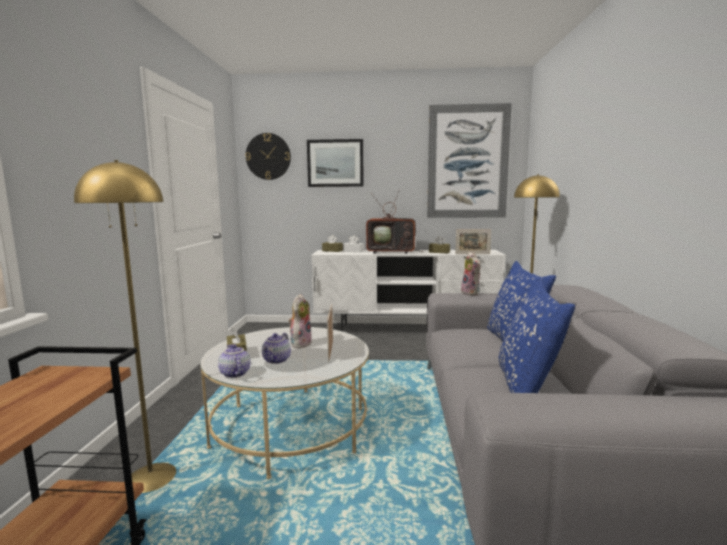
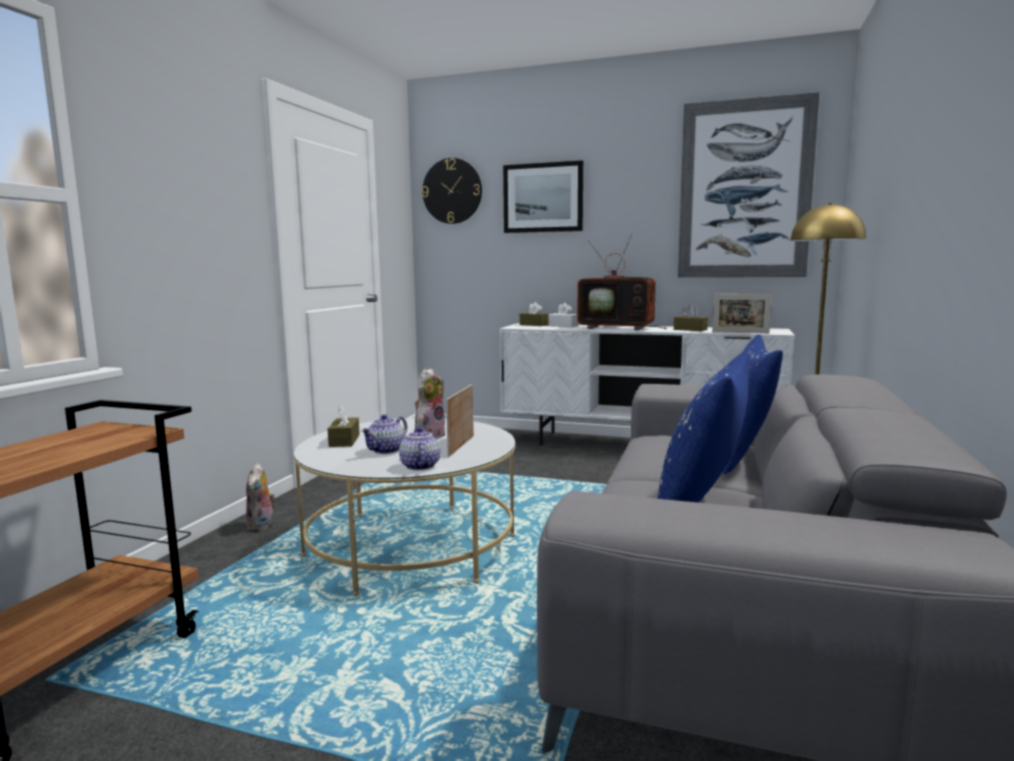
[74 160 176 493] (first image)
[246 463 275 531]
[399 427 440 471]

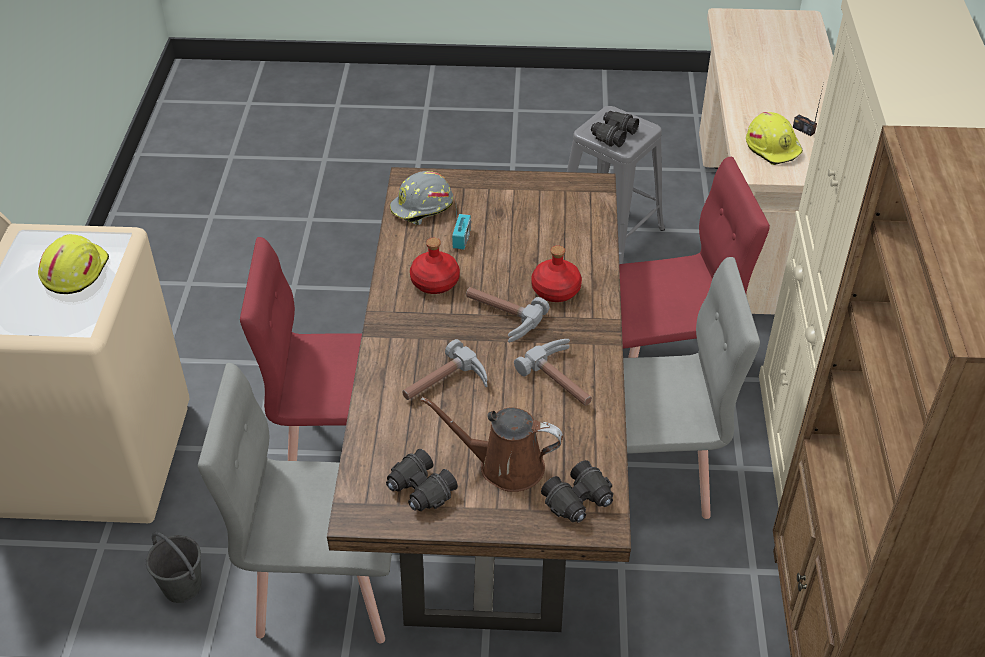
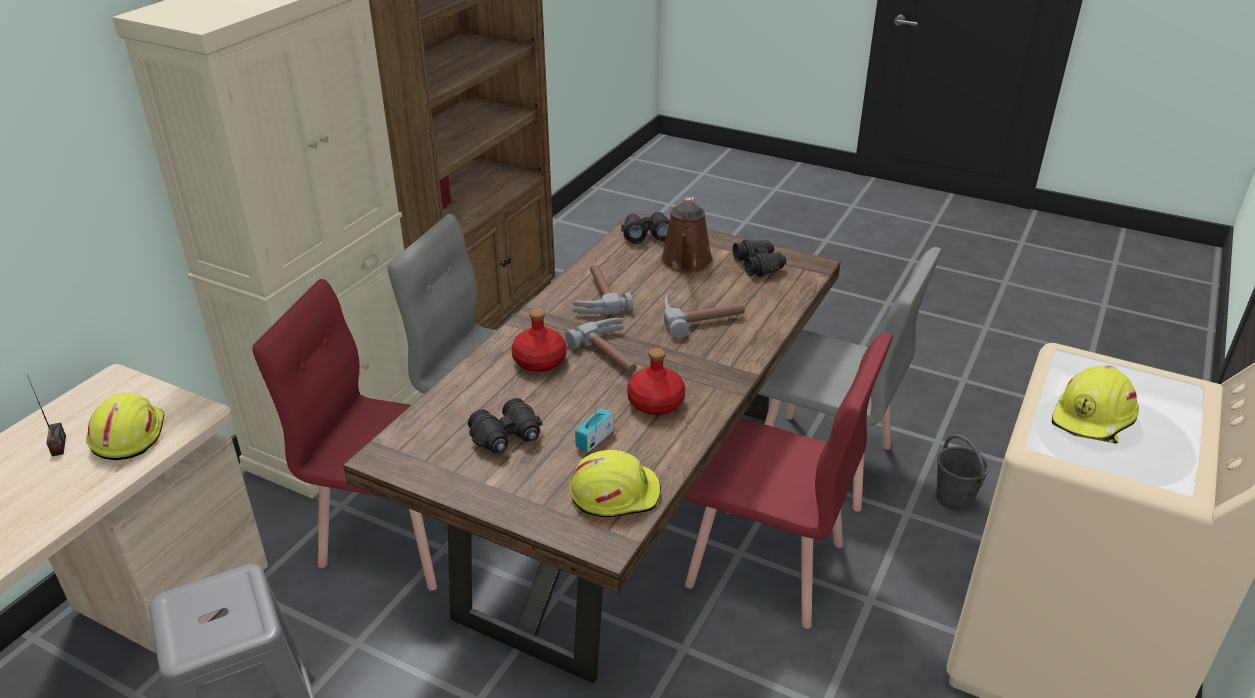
[468 398 542 453]
[570 450 662 518]
[661 197 713 273]

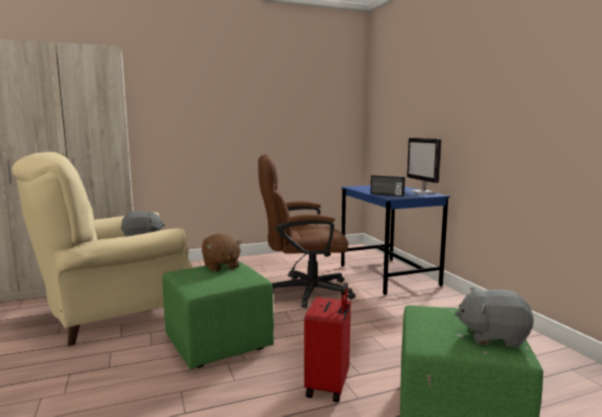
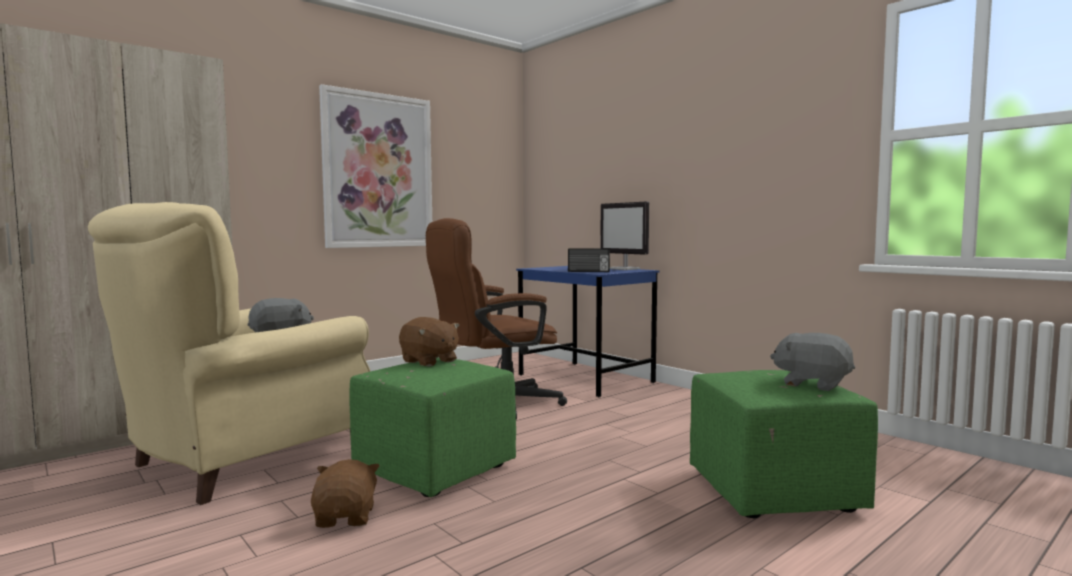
[304 283 351 403] (first image)
[770 333 855 391]
[319 84 432 248]
[311 459 380 528]

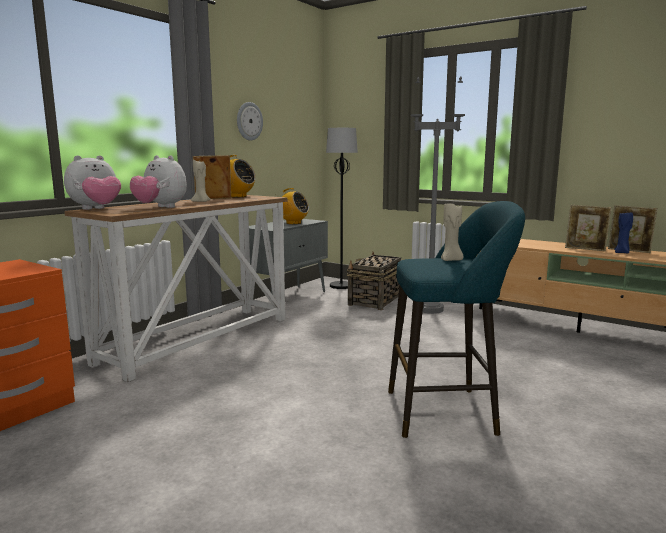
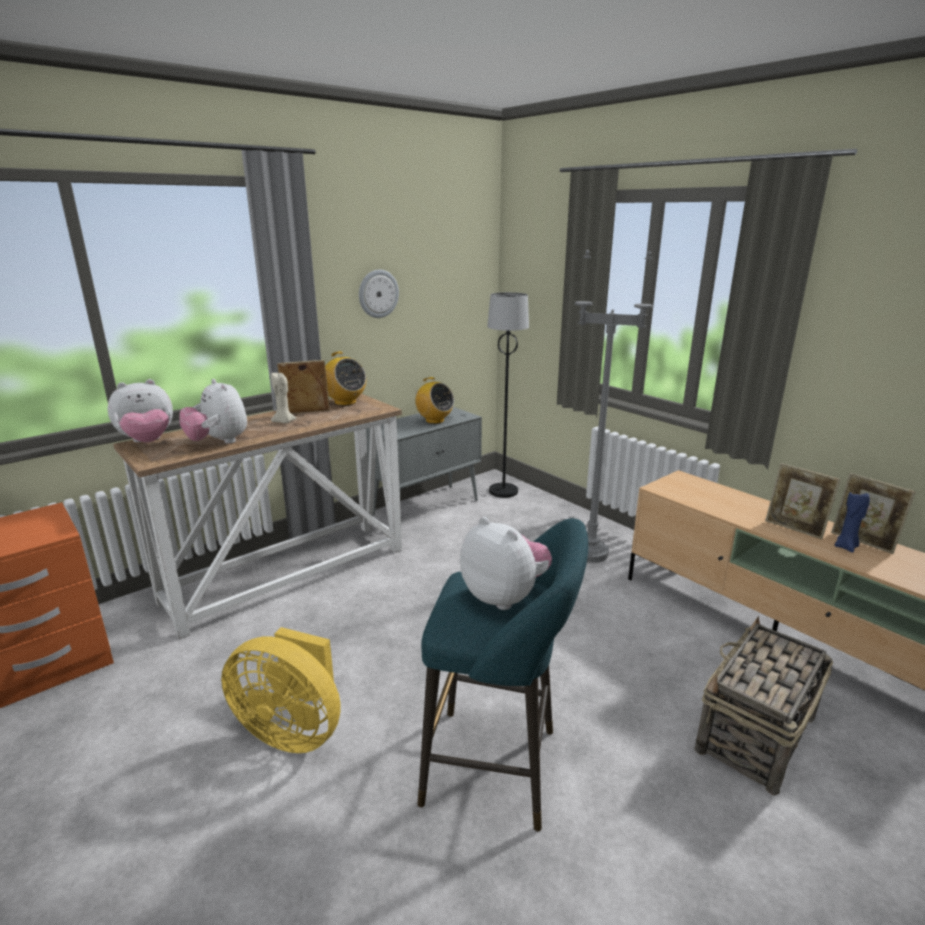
[460 517 552 610]
[695 616 833 795]
[221 627 341 753]

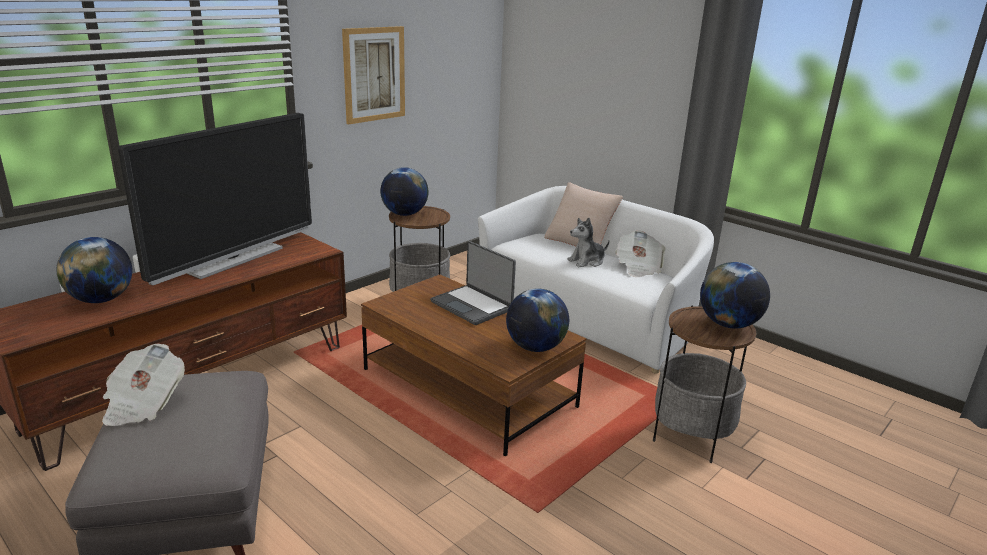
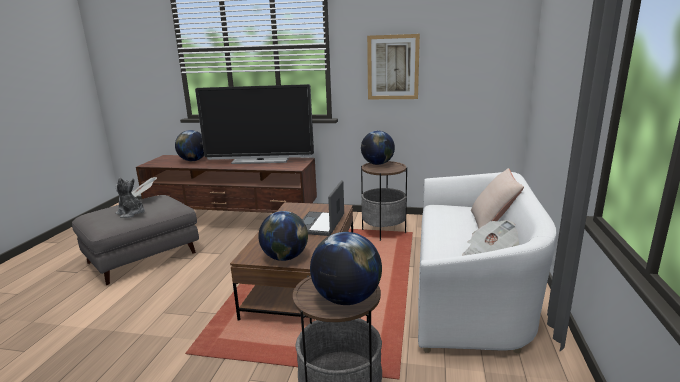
[116 177 145 218]

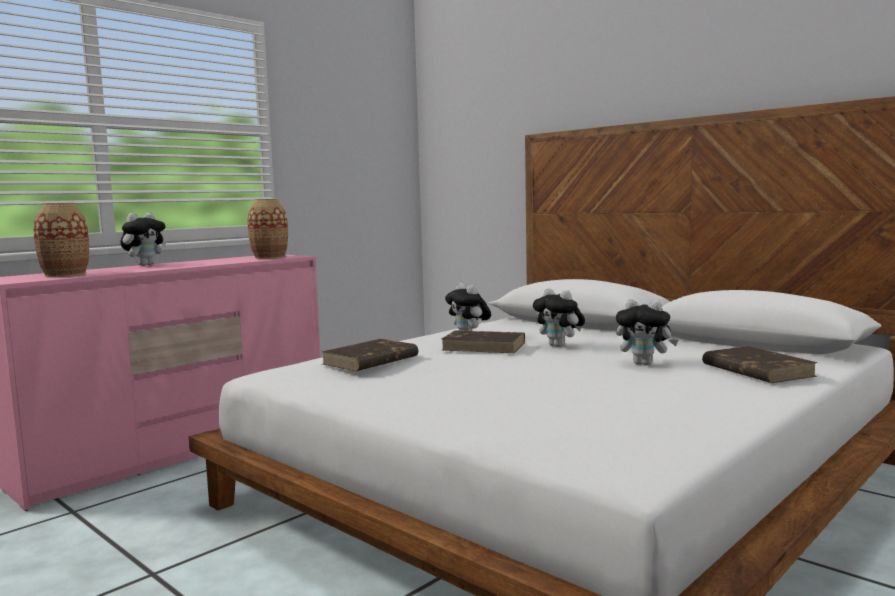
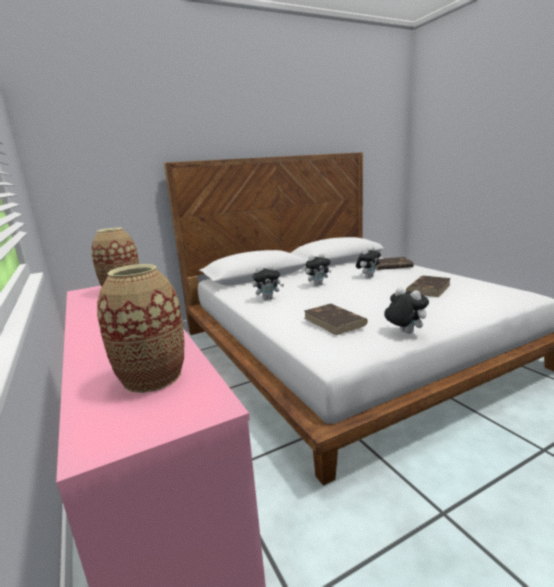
[384 287 429 334]
[406 275 451 297]

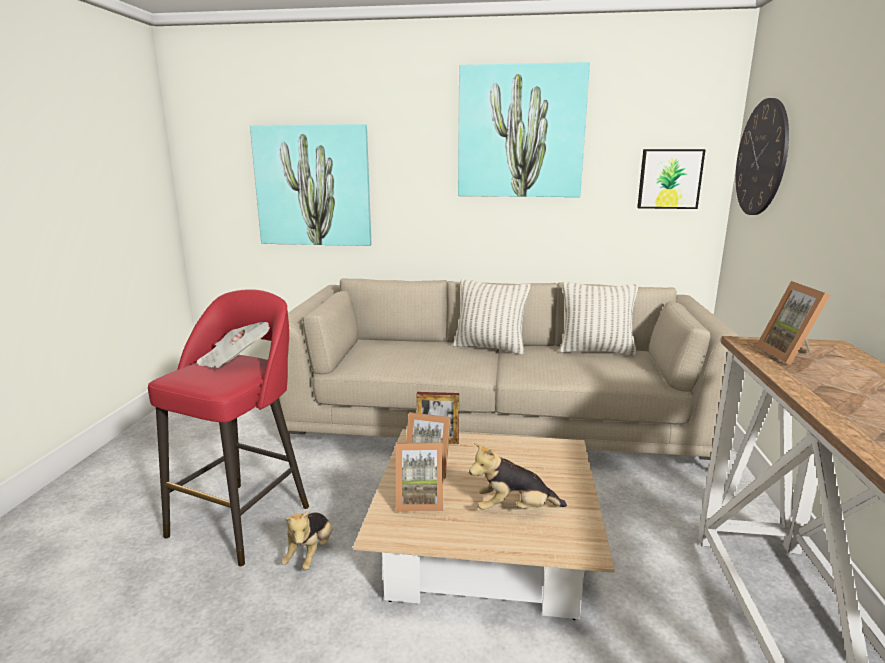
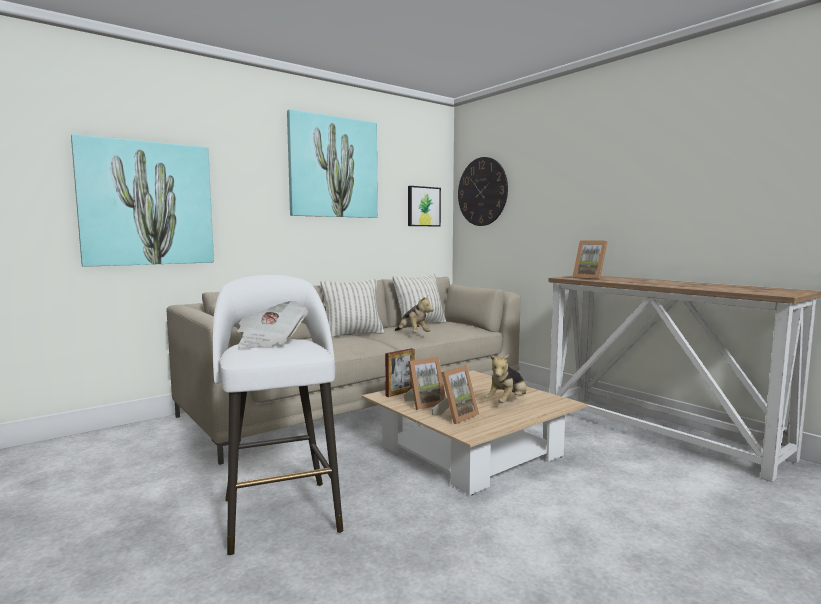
[213 275 343 556]
[395 296 434 333]

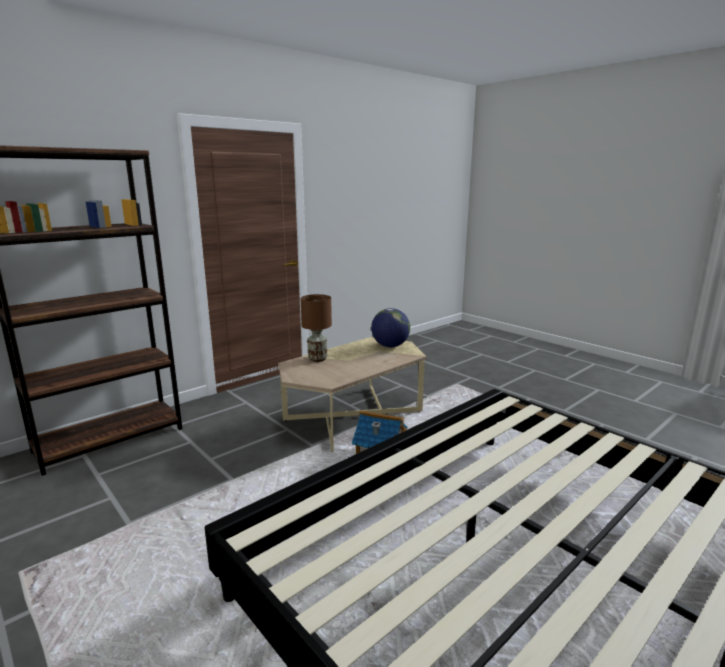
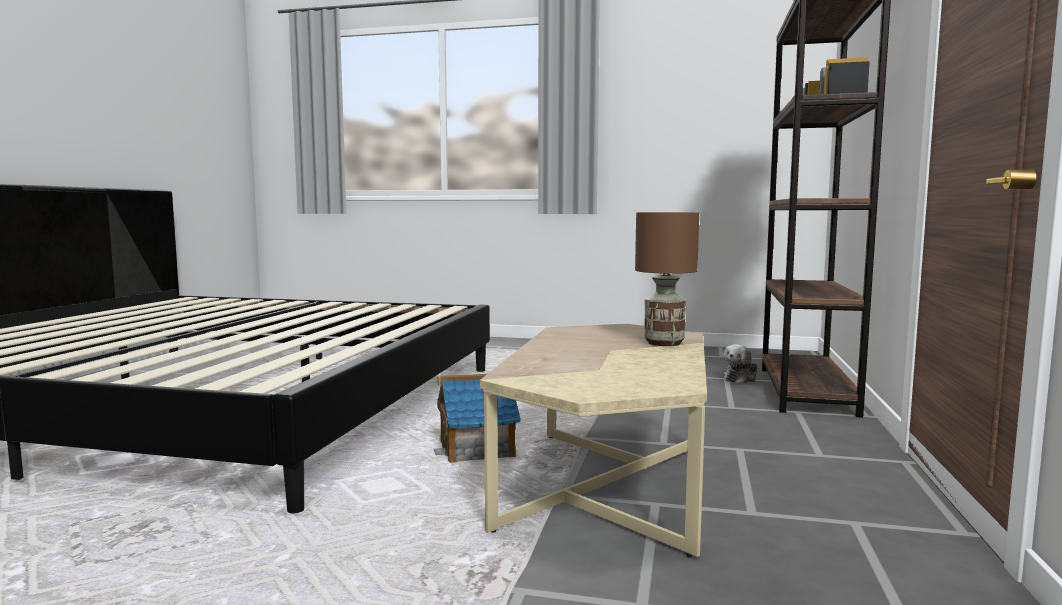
[371 308 410 347] (first image)
[723 344 758 384]

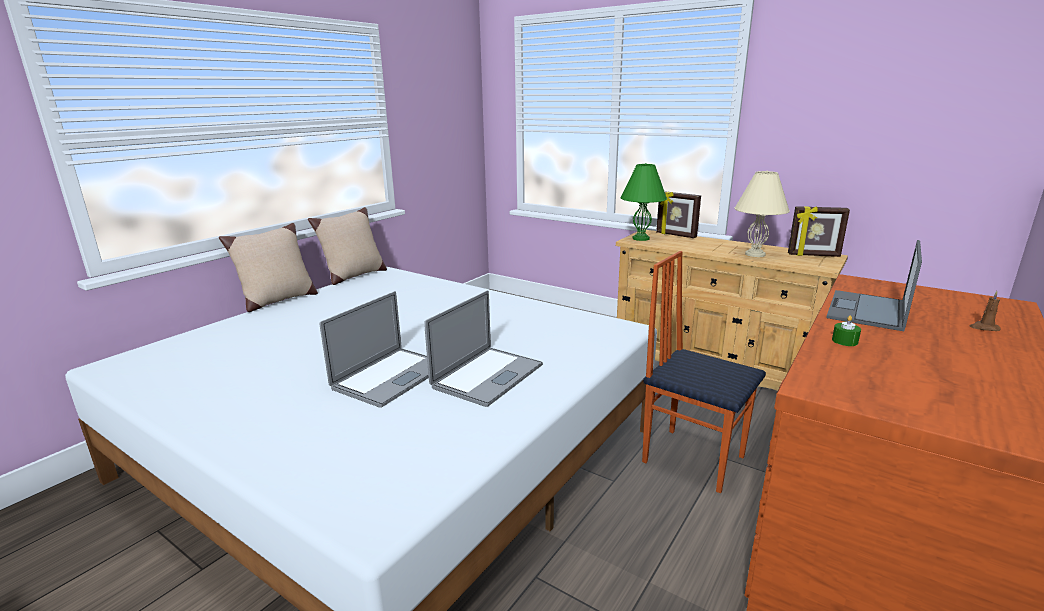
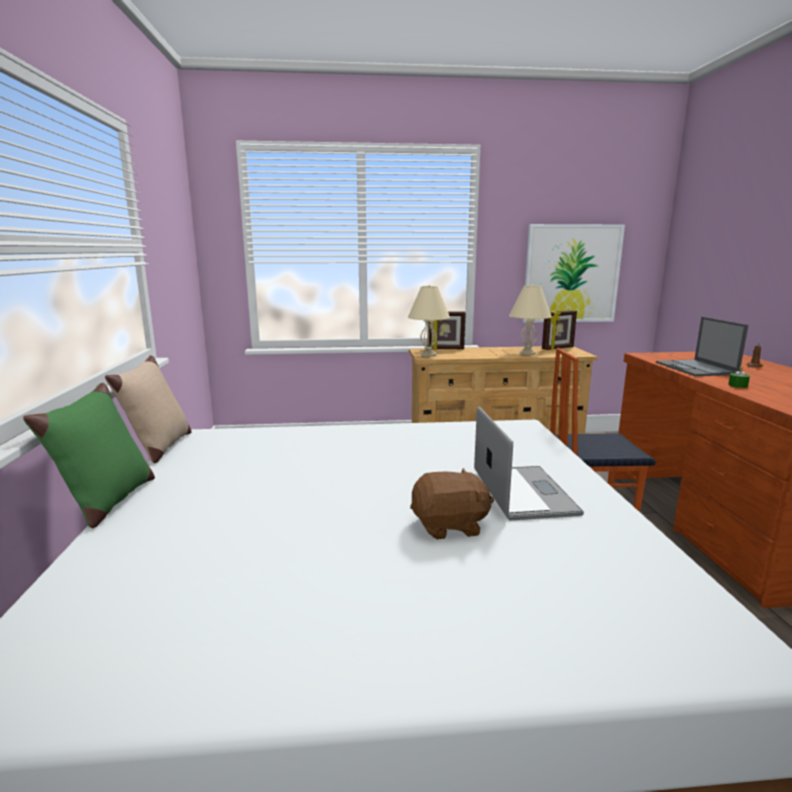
[408 285 450 357]
[23 383 155 528]
[410 468 494 539]
[522 224 625 323]

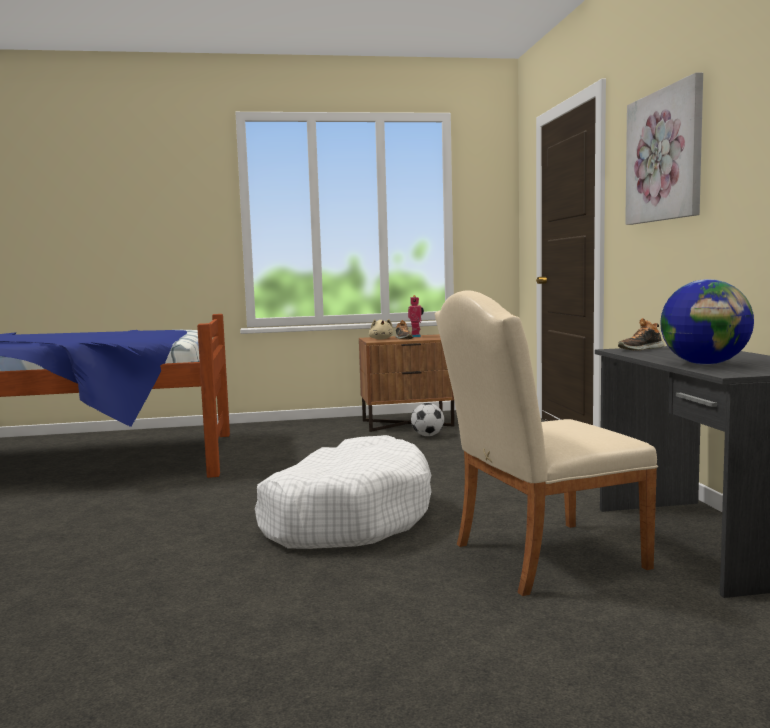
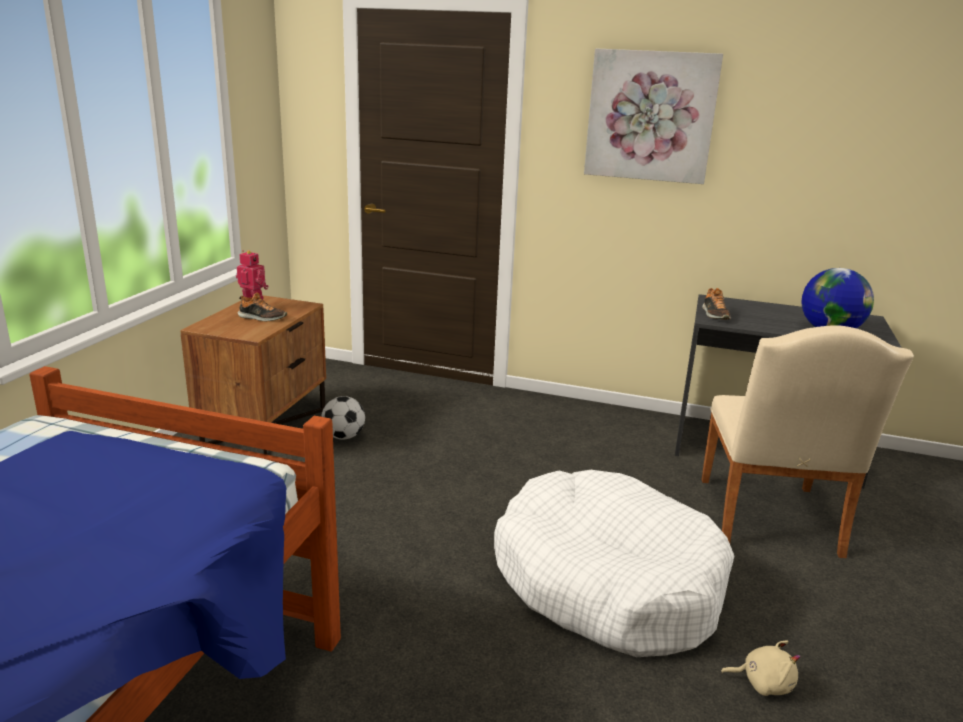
[721 640 801 696]

